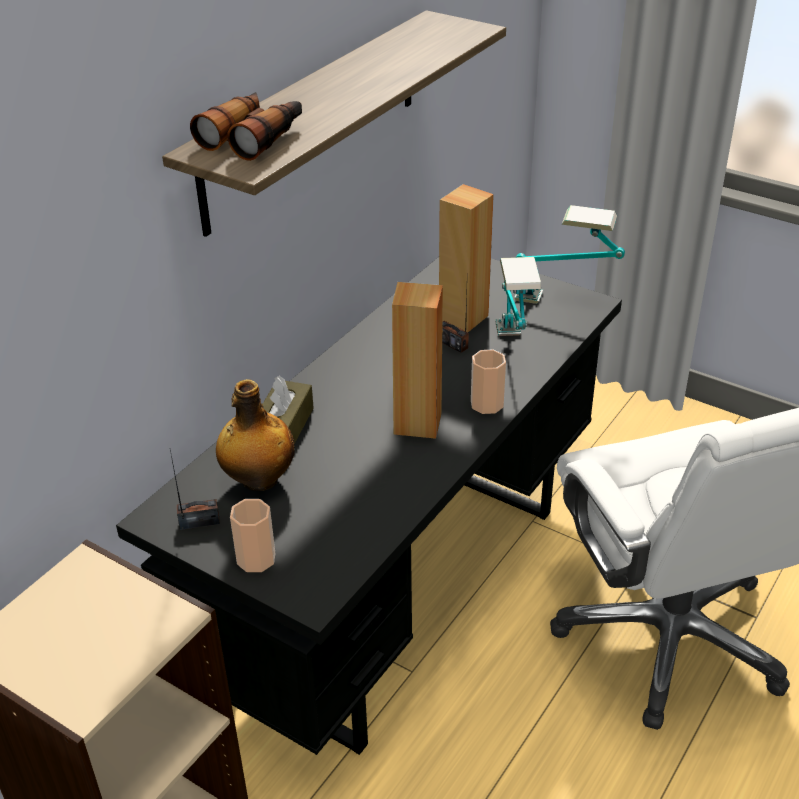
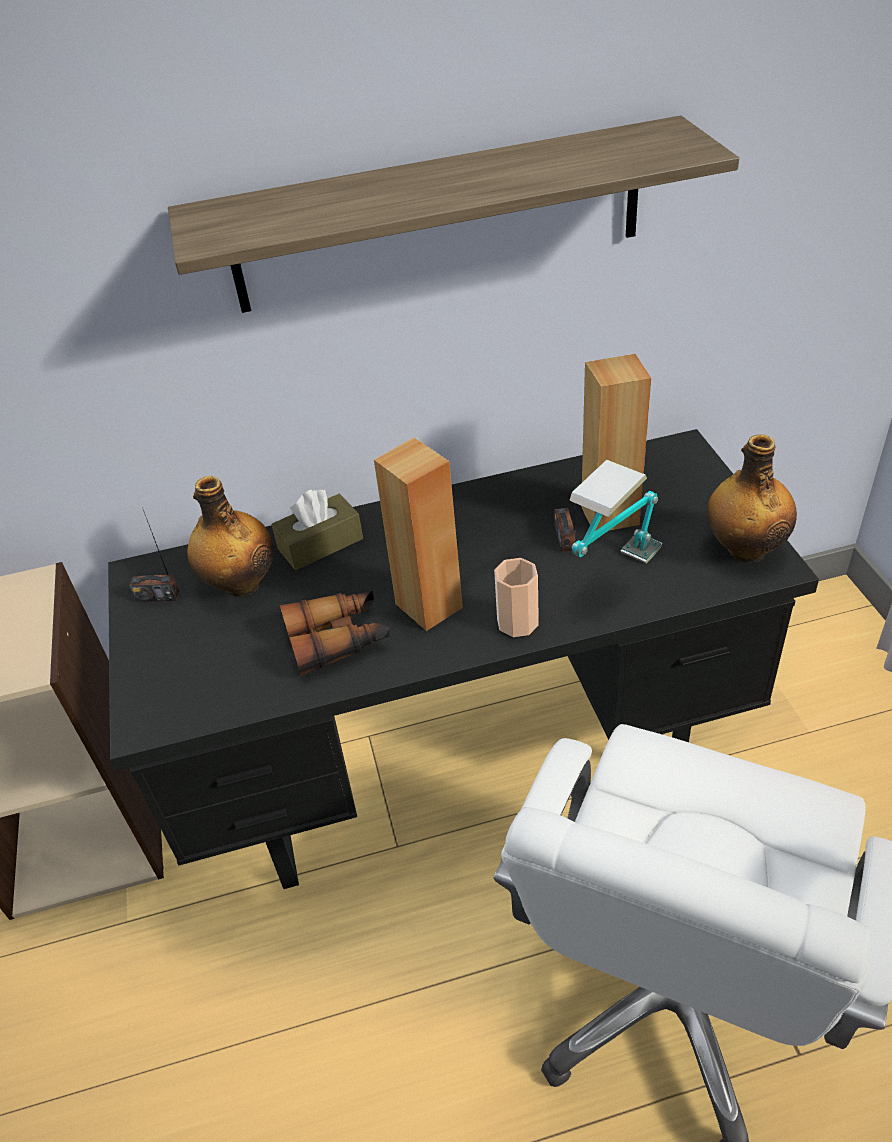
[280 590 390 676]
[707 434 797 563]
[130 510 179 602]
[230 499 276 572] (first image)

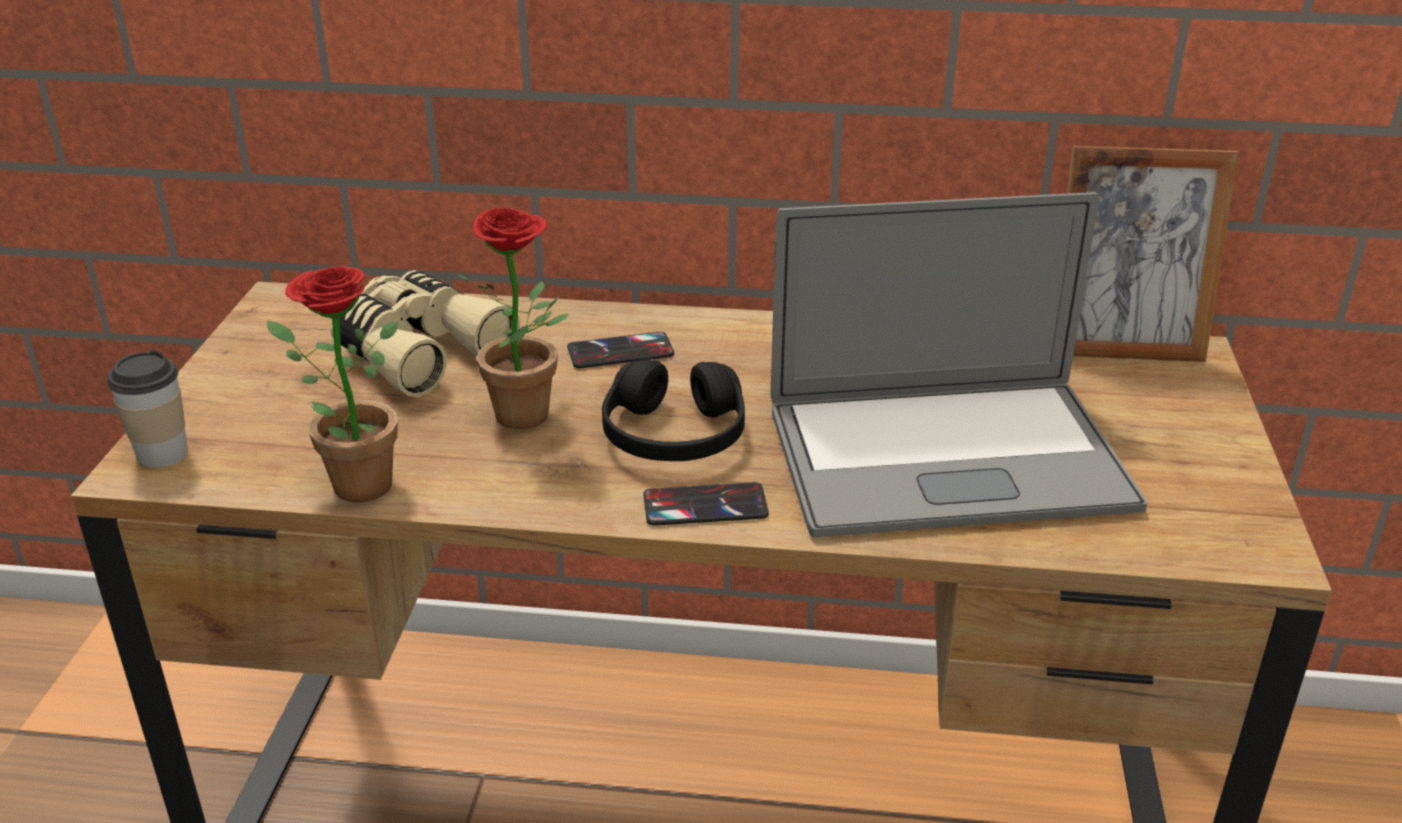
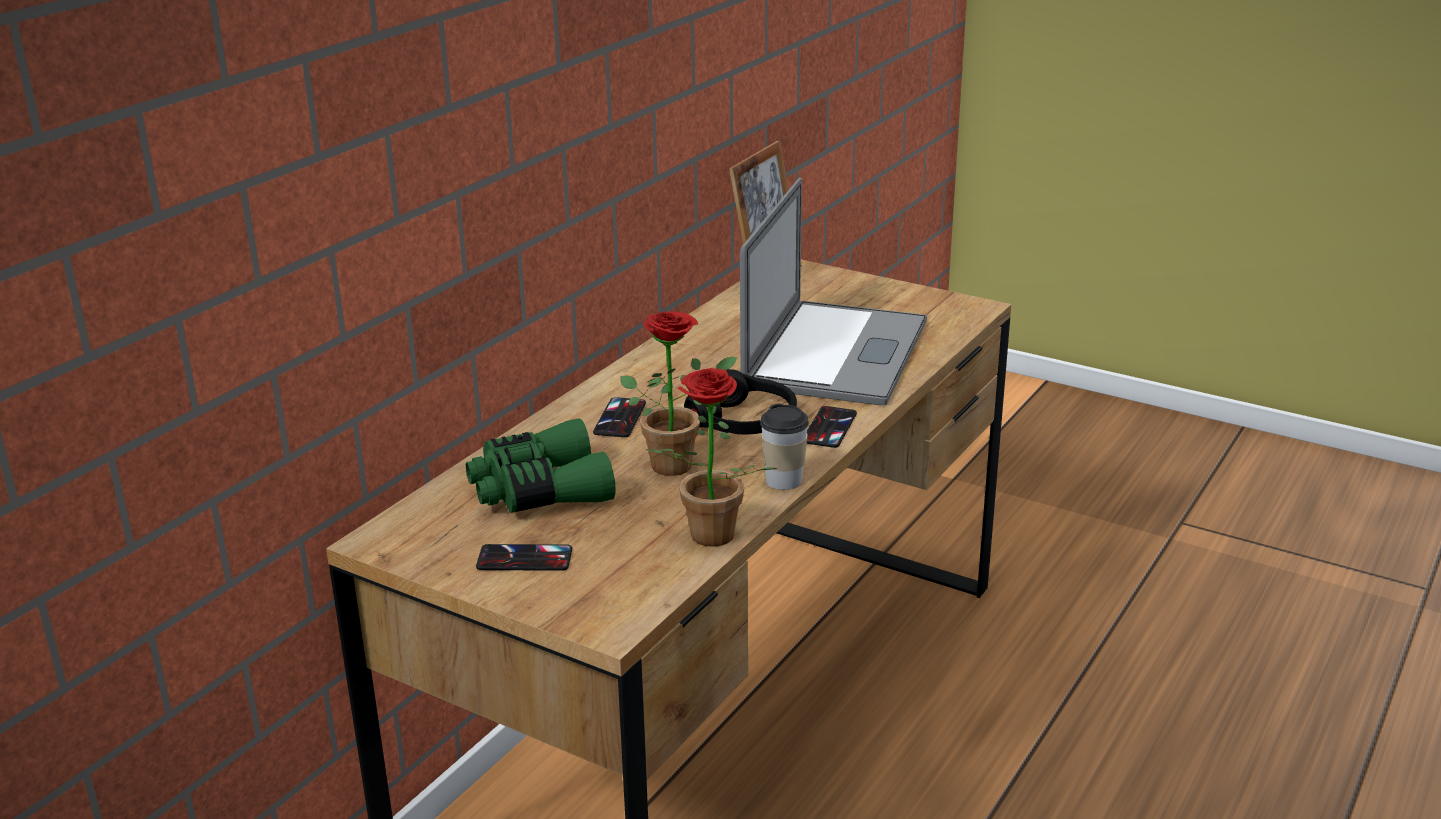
[466 418 616 513]
[760 403 809 490]
[476 544 572 571]

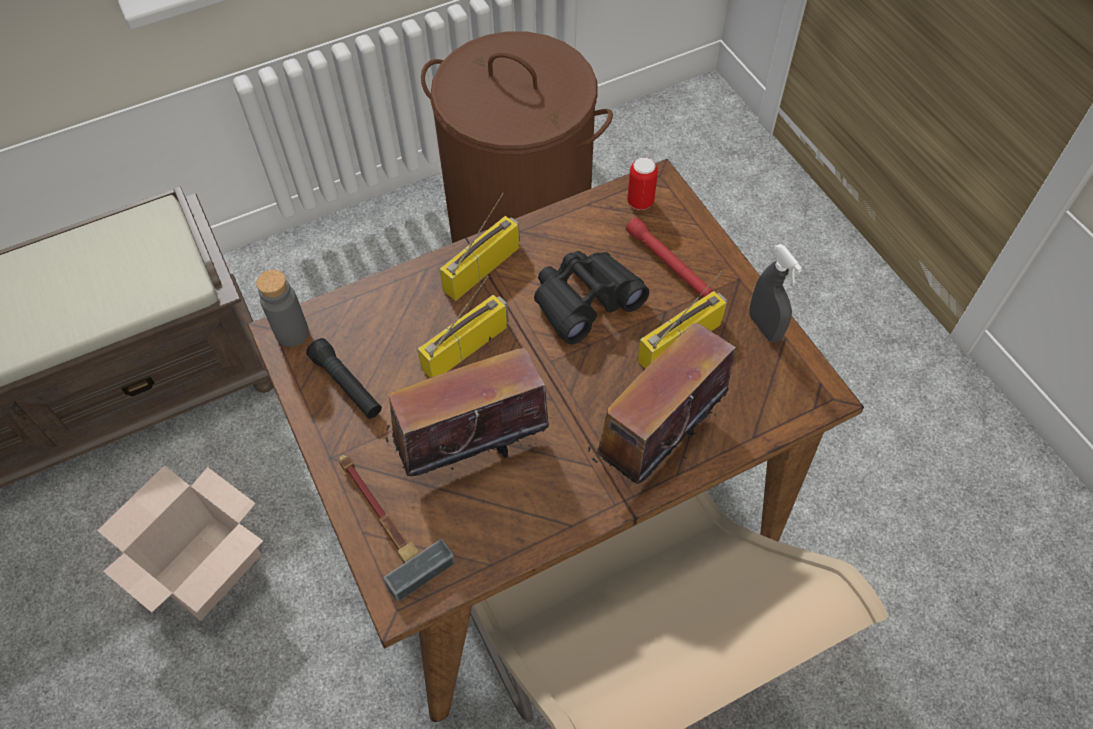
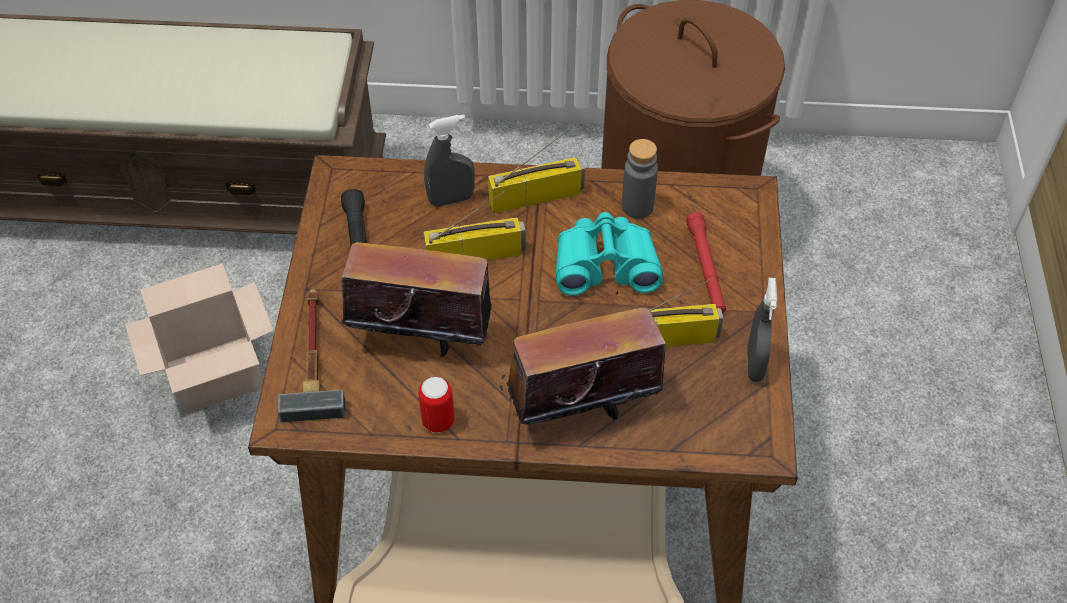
[418 377 454 433]
[555 212 663 296]
[622 139 658 219]
[424 115 475 207]

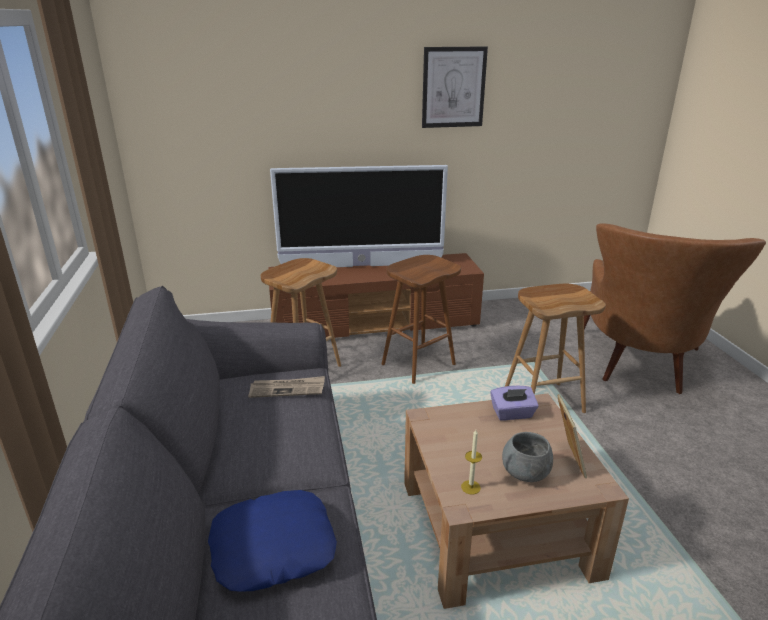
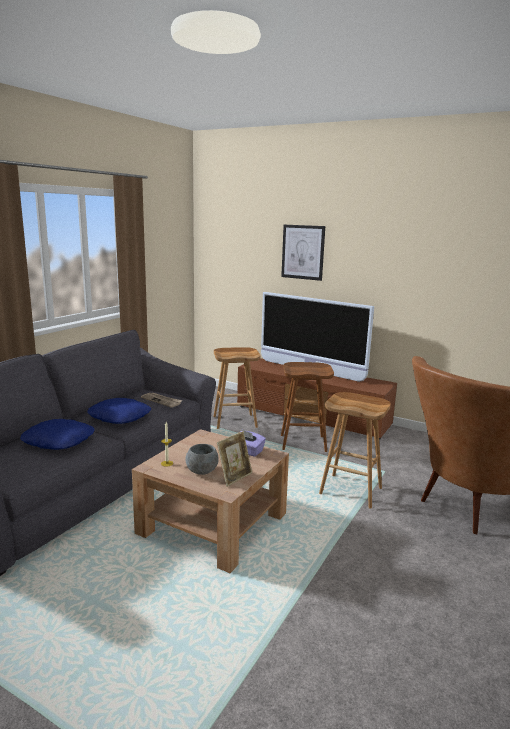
[281 225 325 281]
[87 398 151 424]

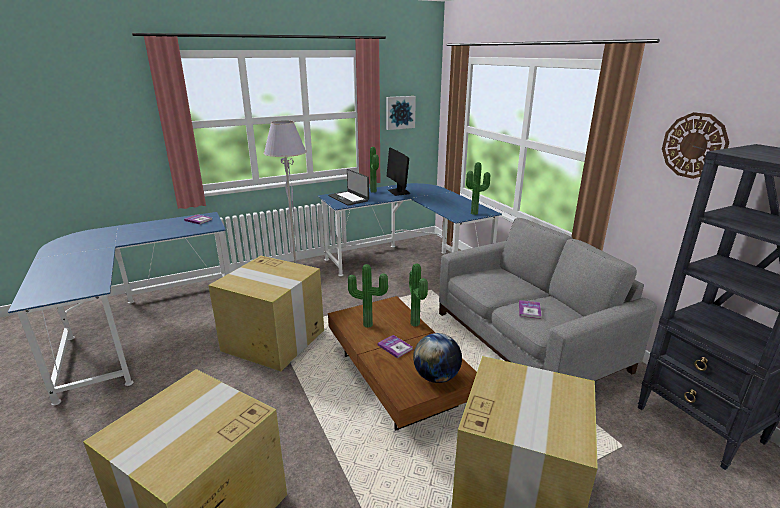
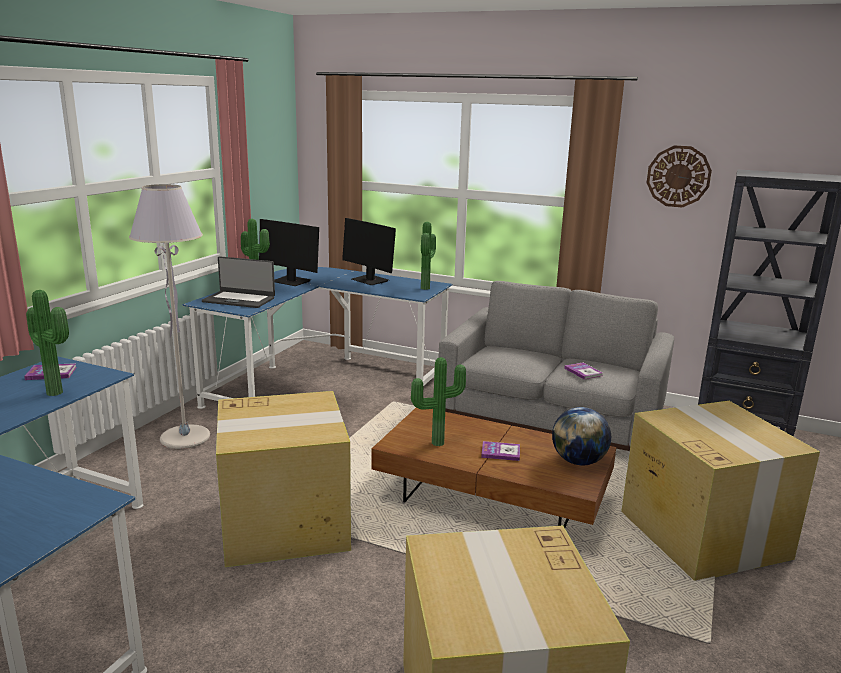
[386 96 416 130] (first image)
[26 290 69 396]
[342 218 396 285]

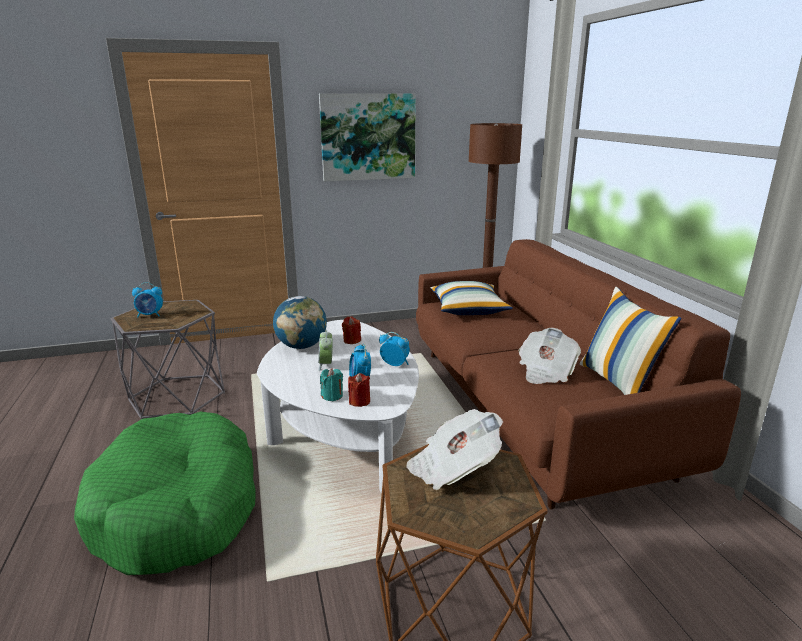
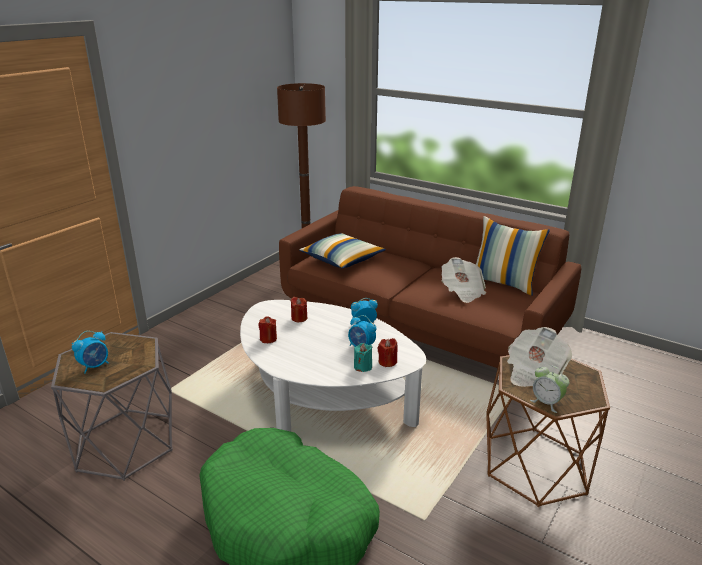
[319 93 416 181] (first image)
[258 317 277 343]
[530 365 570 413]

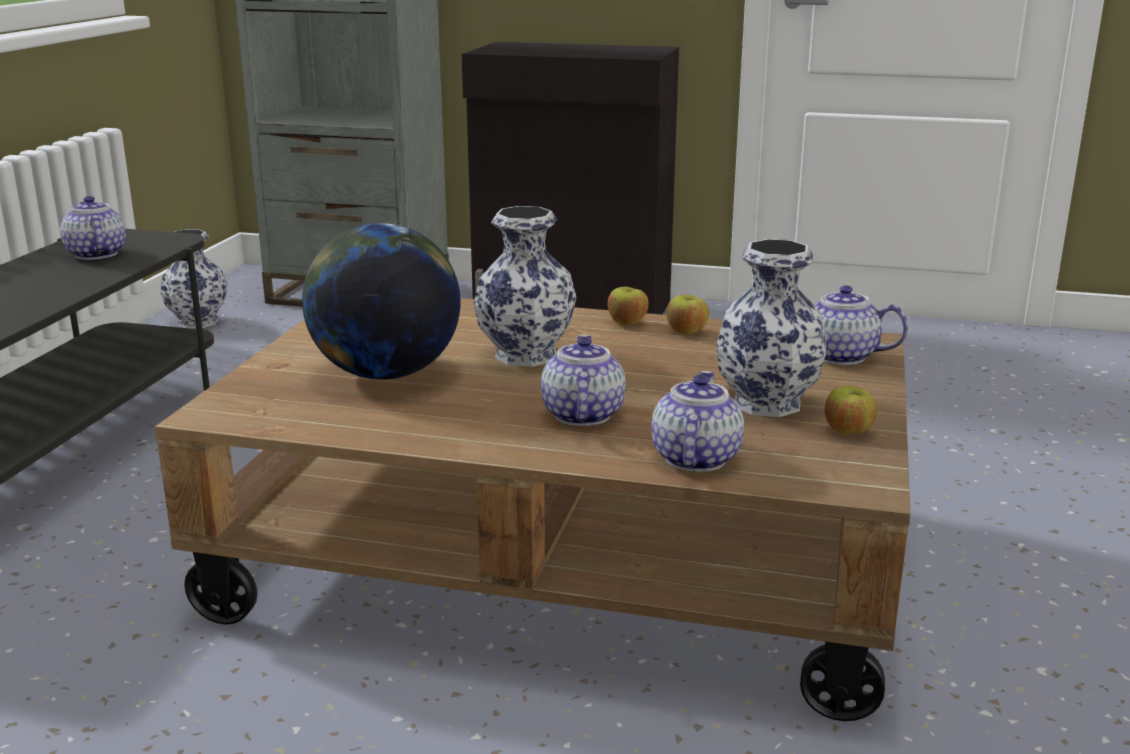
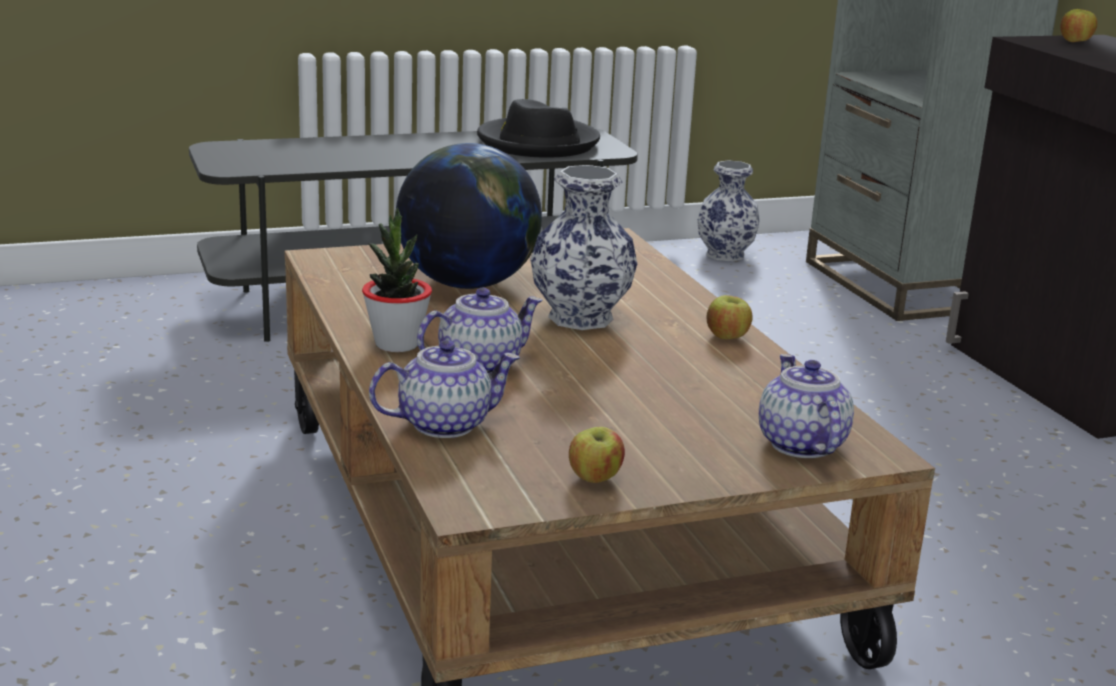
[477 99 600 158]
[716 239 826 417] (first image)
[1060 9 1097 42]
[362 208 432 352]

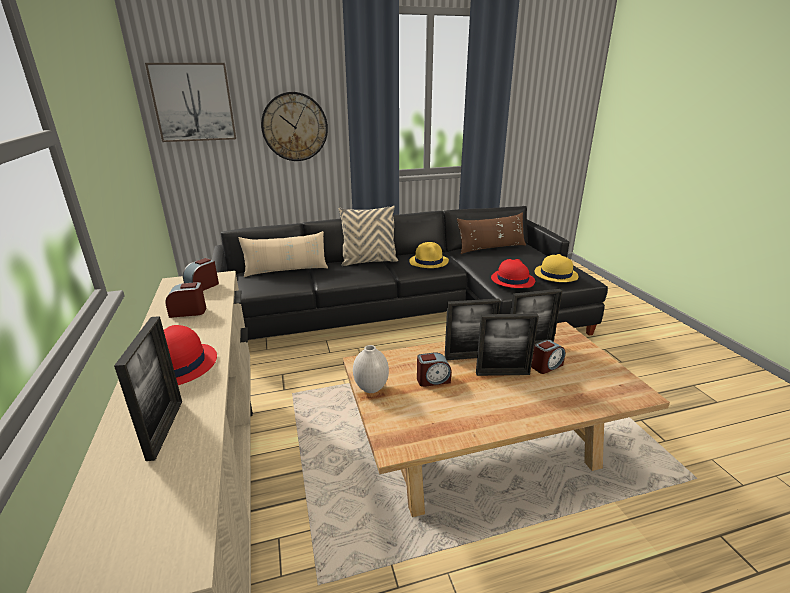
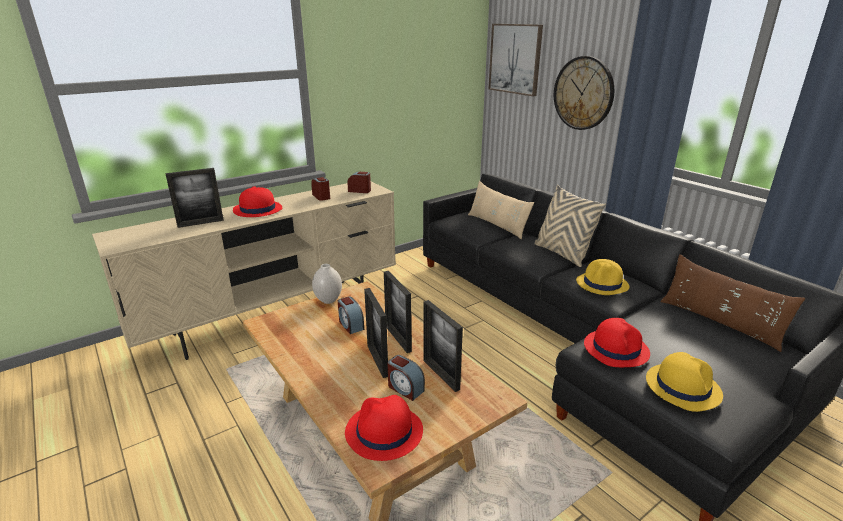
[345 395 423 461]

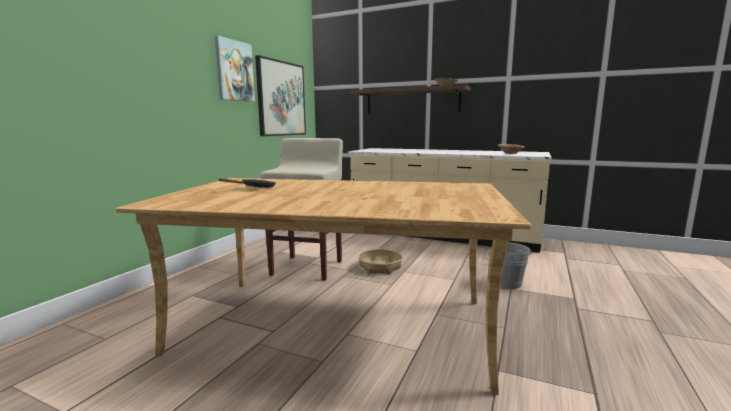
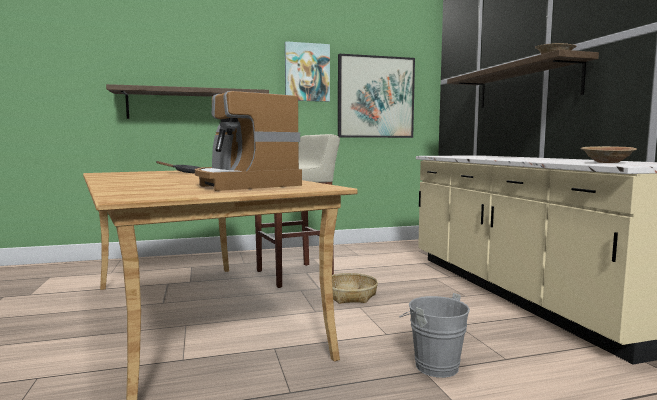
[106 84 269 119]
[195 91 302 191]

